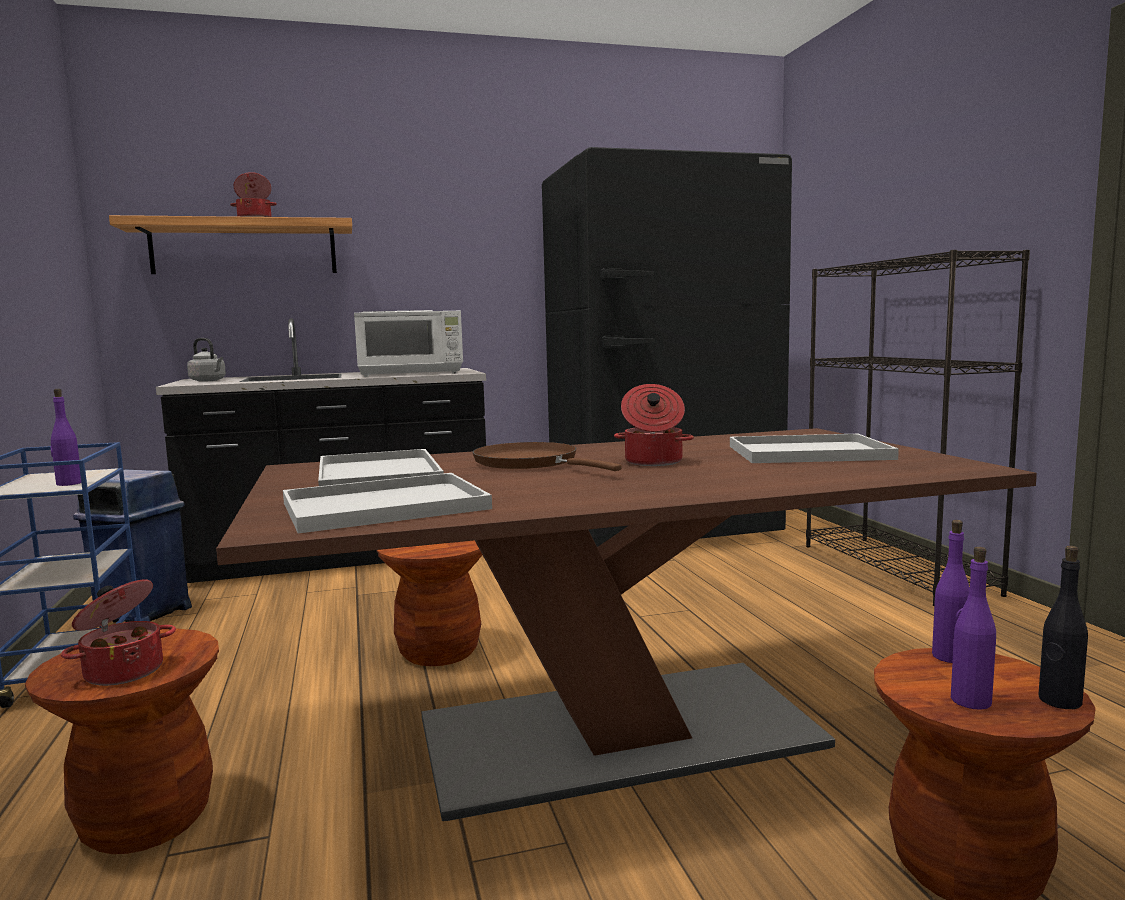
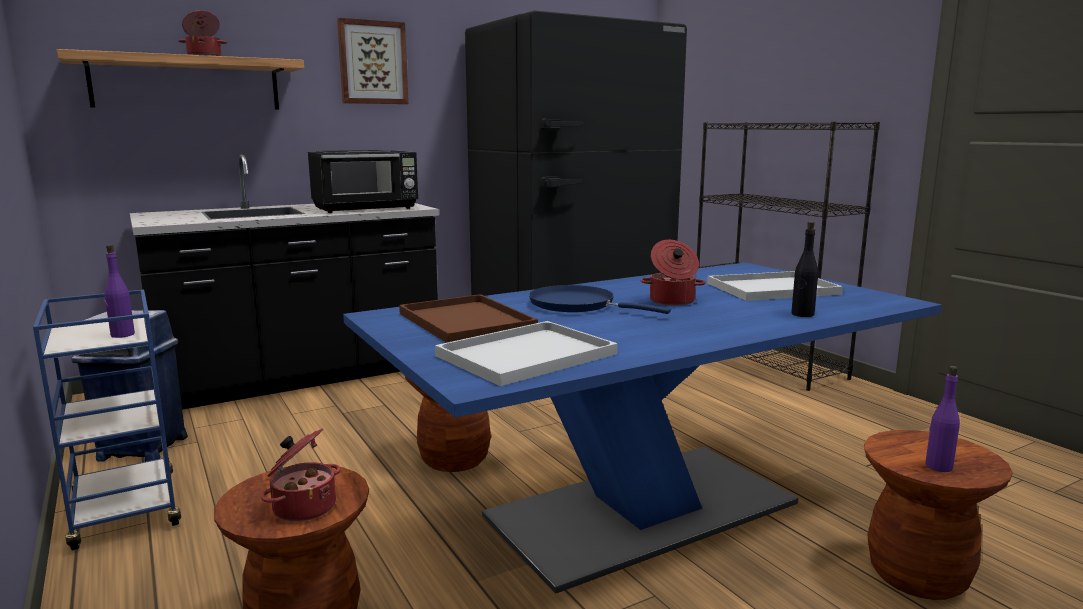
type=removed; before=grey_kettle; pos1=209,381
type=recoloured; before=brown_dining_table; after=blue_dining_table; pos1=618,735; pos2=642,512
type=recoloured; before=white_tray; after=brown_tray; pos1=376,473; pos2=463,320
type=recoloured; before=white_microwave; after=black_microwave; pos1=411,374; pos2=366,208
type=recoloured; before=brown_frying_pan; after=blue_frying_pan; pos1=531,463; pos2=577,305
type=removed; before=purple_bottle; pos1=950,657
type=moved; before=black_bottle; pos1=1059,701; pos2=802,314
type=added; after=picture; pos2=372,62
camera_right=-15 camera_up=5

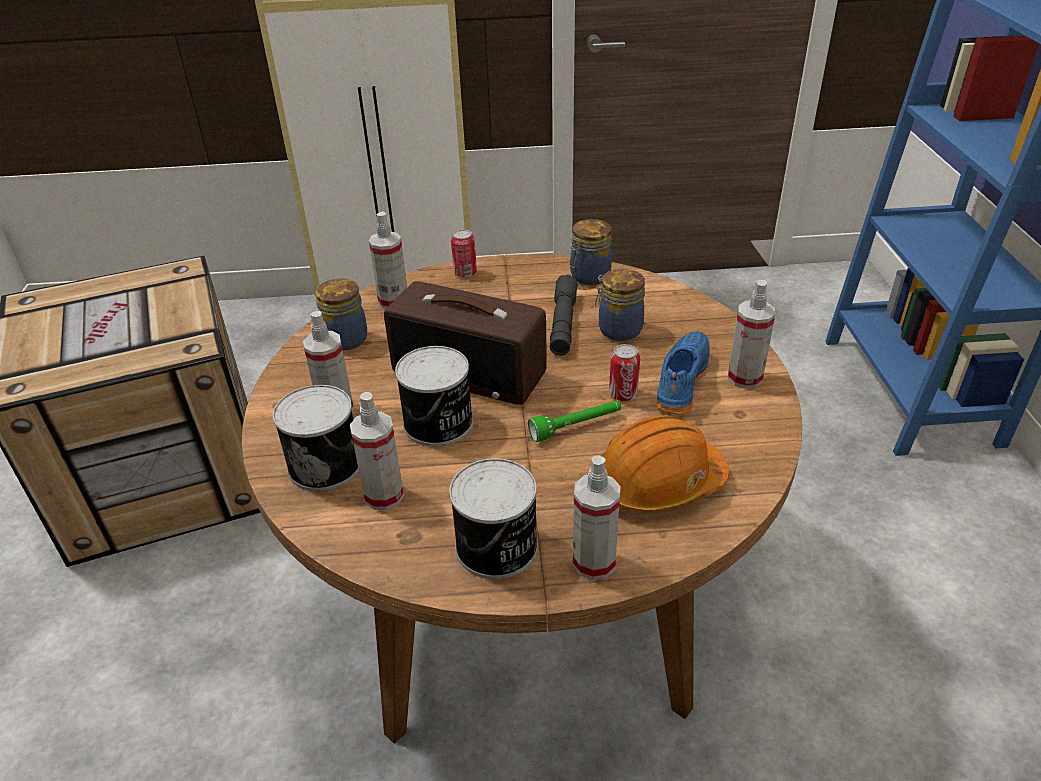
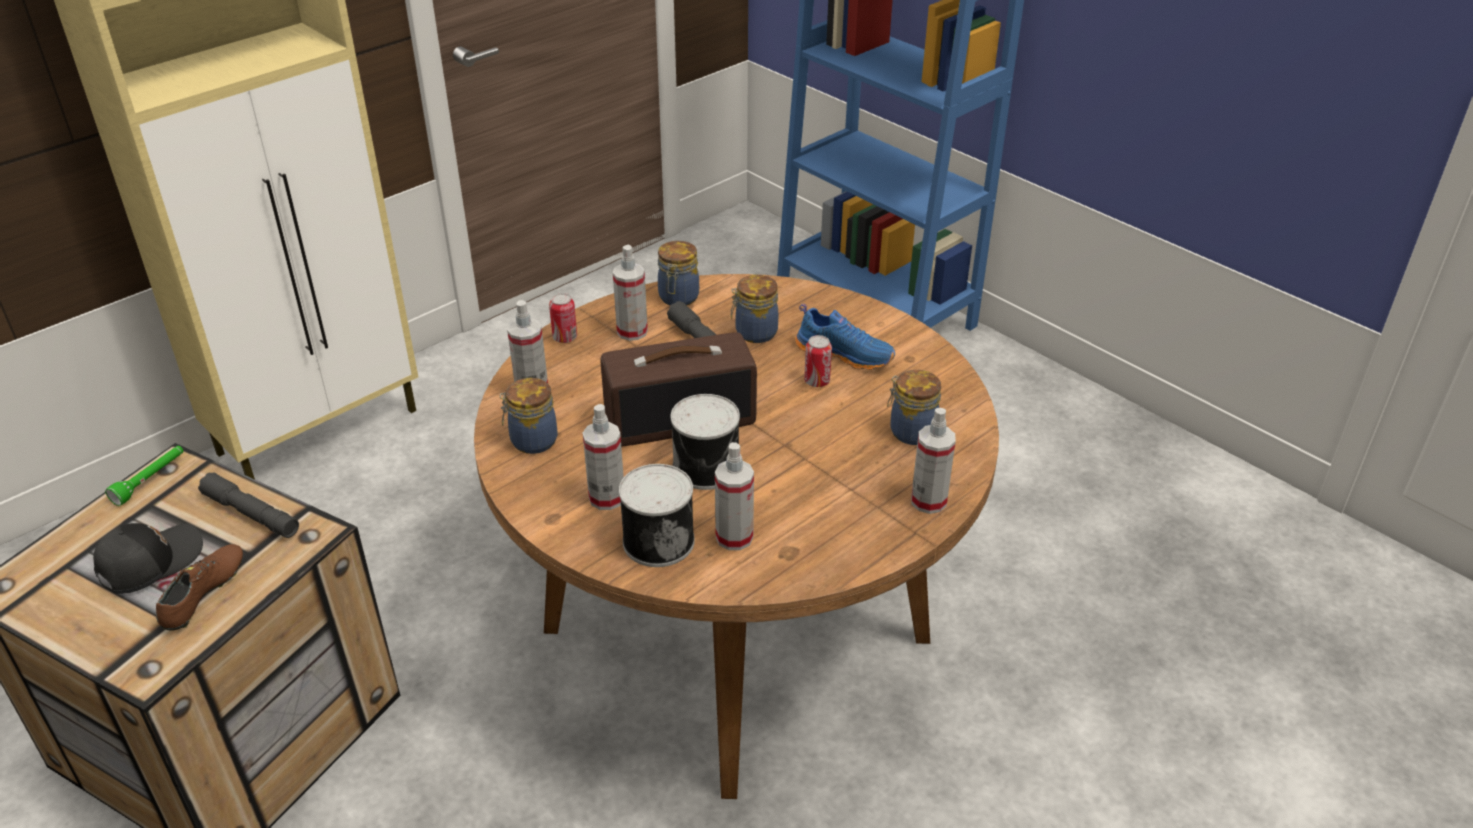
type=removed; before=can; pos1=498,548
type=moved; before=green_flashlight; pos1=576,426; pos2=150,480
type=replaced; before=orange_hard_hat; after=jar; pos1=658,483; pos2=910,431
type=turned; before=blue_shoe; pos1=680,382; pos2=845,354; turn=135
type=moved; before=spray_bottle; pos1=744,377; pos2=632,331
type=added; after=black_cap; pos2=149,562
type=added; after=brown_shoe; pos2=204,595
type=added; after=grey_flashlight; pos2=251,514
camera_right=-40 camera_up=0

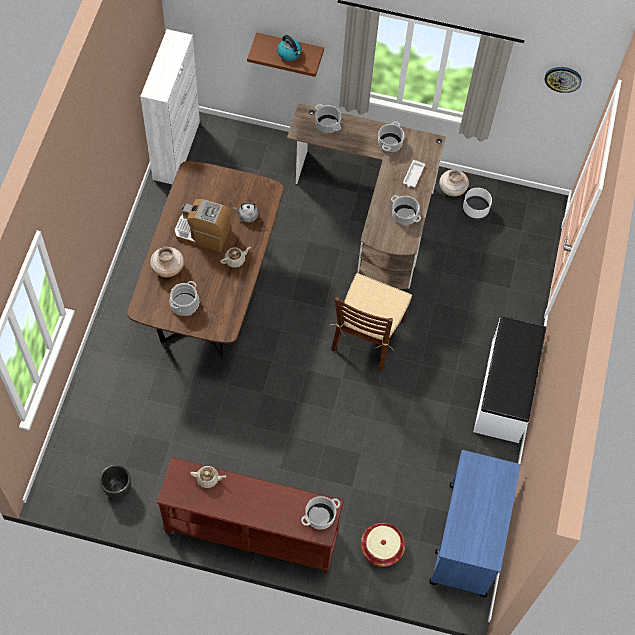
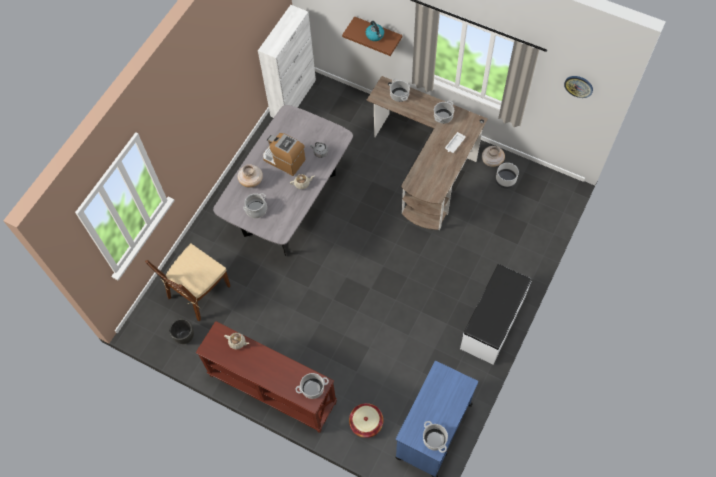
type=recoloured; before=brown_dining_table; after=grey_dining_table; pos1=211,291; pos2=291,205
type=moved; before=brown_chair; pos1=368,335; pos2=198,292
type=moved; before=cooking_pot; pos1=405,215; pos2=435,439
camera_right=20 camera_up=0

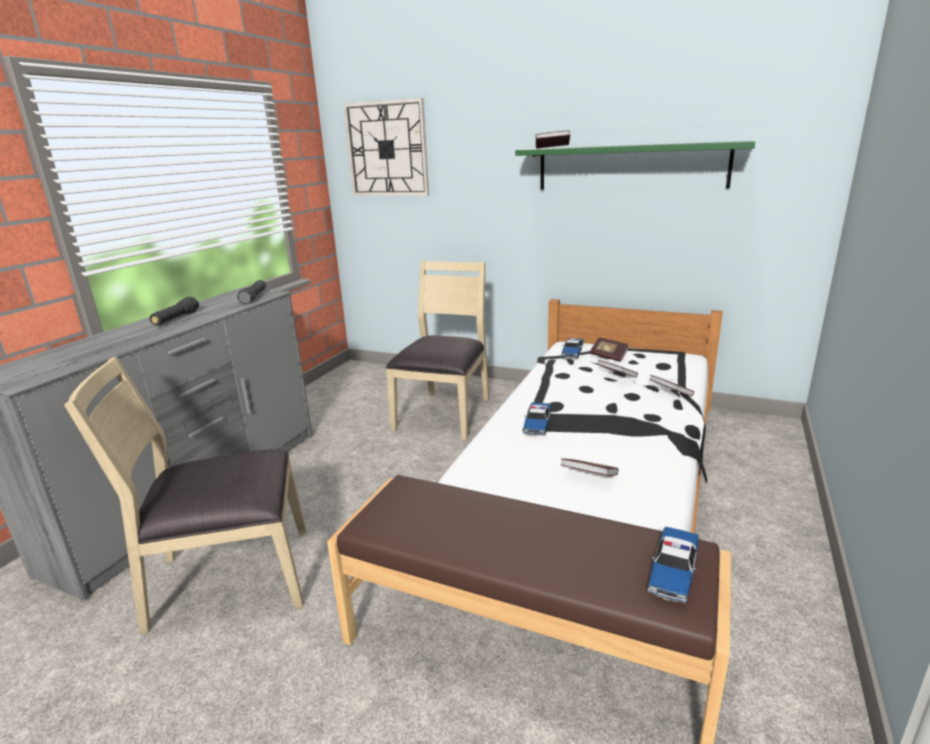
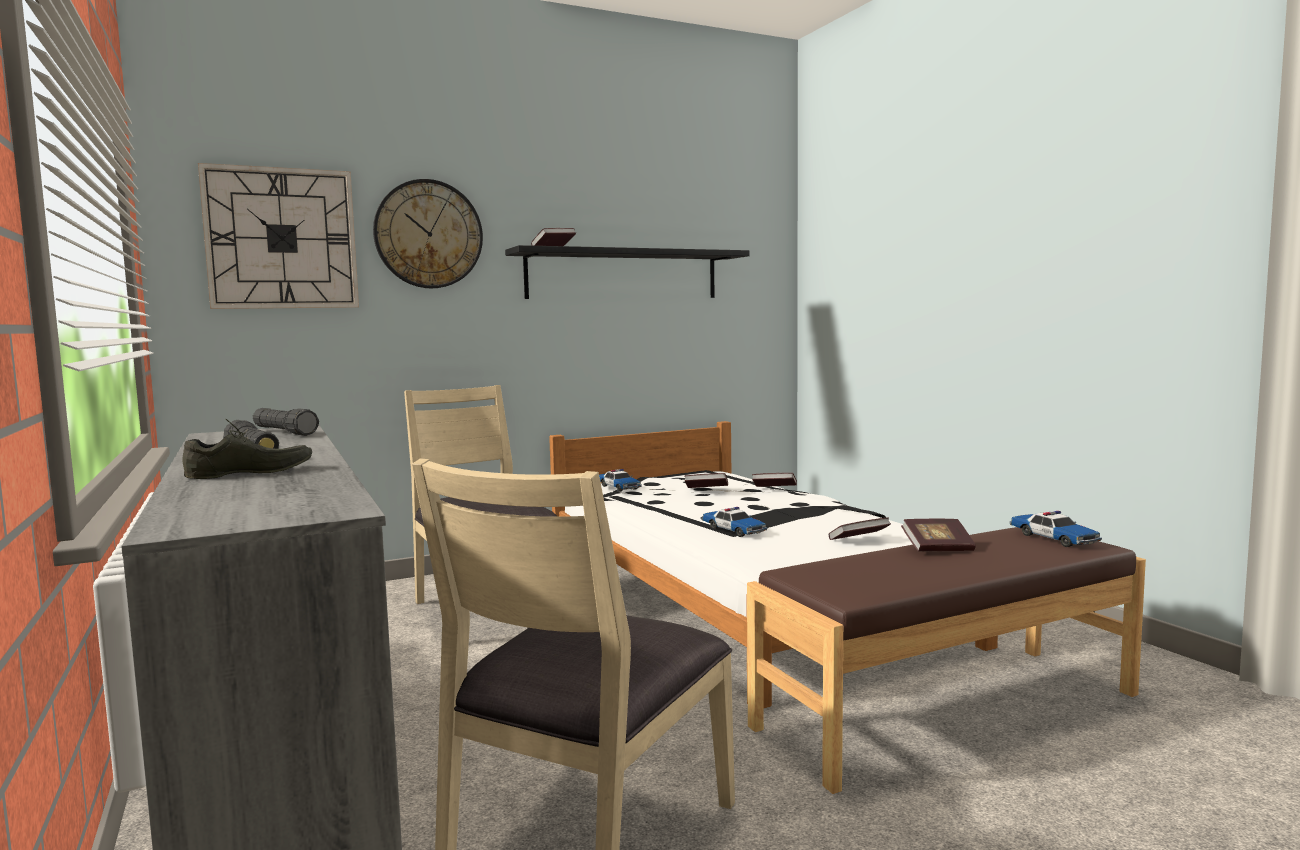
type=recoloured; before=green_shelf; after=black_shelf; pos1=630,167; pos2=623,275
type=moved; before=book; pos1=608,356; pos2=937,549
type=added; after=grey_shoe; pos2=250,473
type=added; after=wall_clock; pos2=428,234
camera_right=-50 camera_up=-15

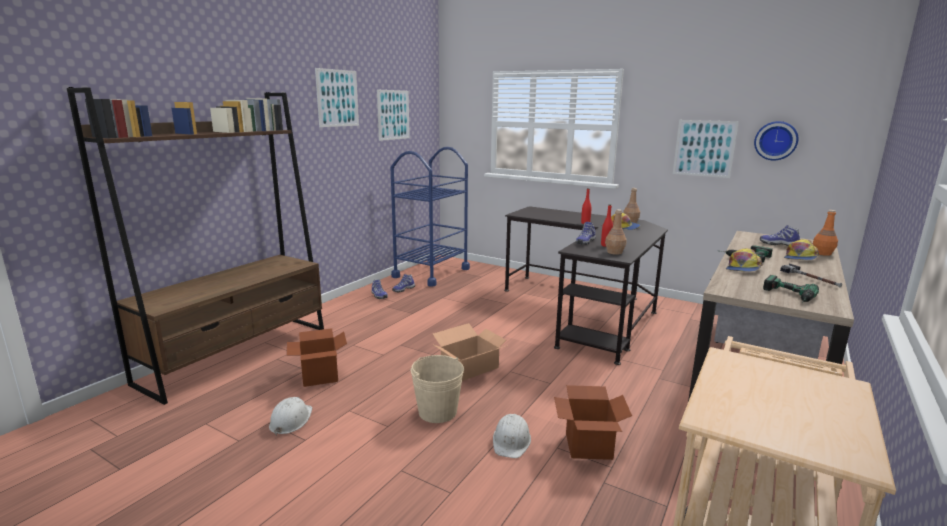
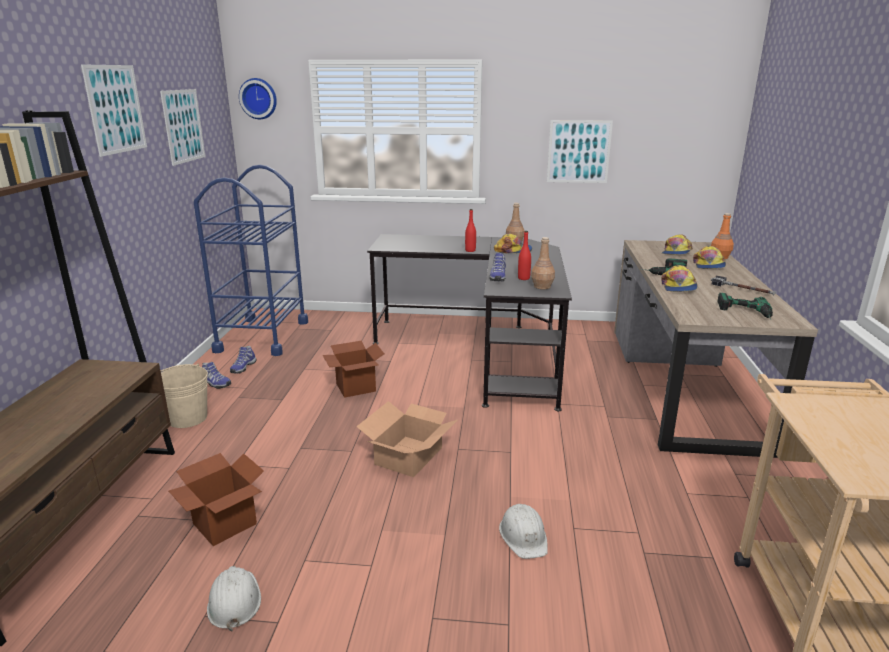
type=moved; before=beige_bucket; pos1=437,412; pos2=187,418
type=moved; before=cardboard_box; pos1=588,446; pos2=356,387
type=moved; before=wall_clock; pos1=776,140; pos2=259,98
type=replaced; before=shoe; after=cap; pos1=779,244; pos2=676,252
camera_right=-25 camera_up=5

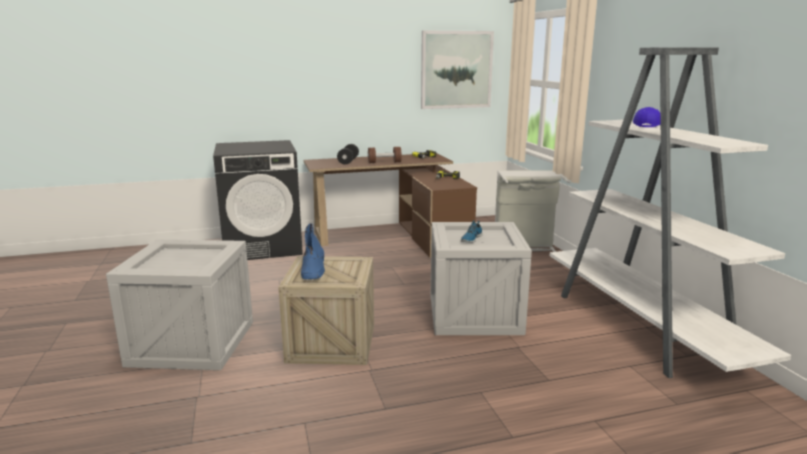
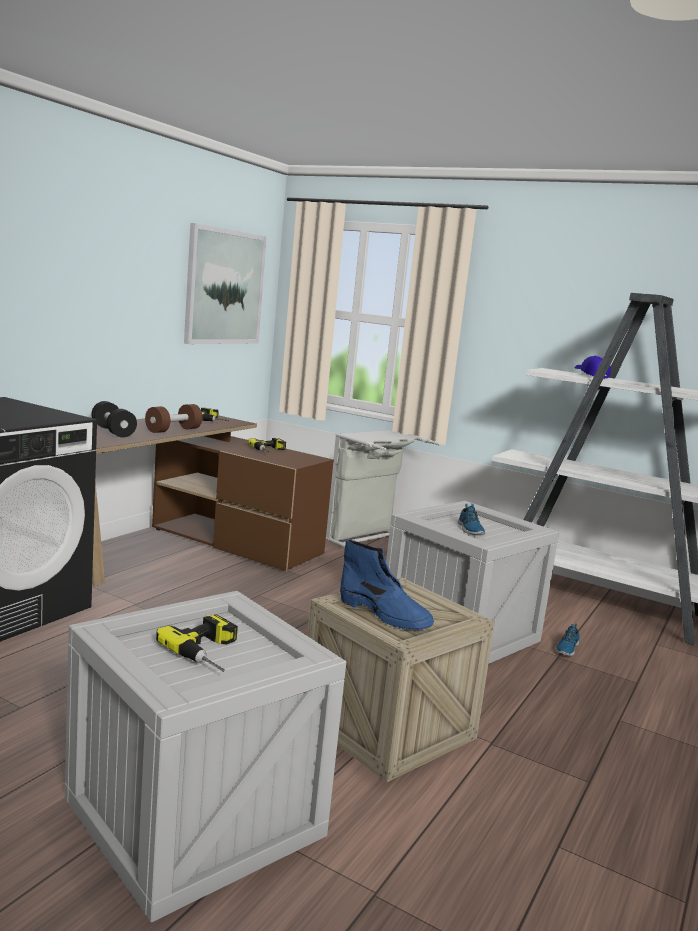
type=added; after=power_drill; pos2=211,652
type=added; after=shoe; pos2=566,648
camera_right=-45 camera_up=-5

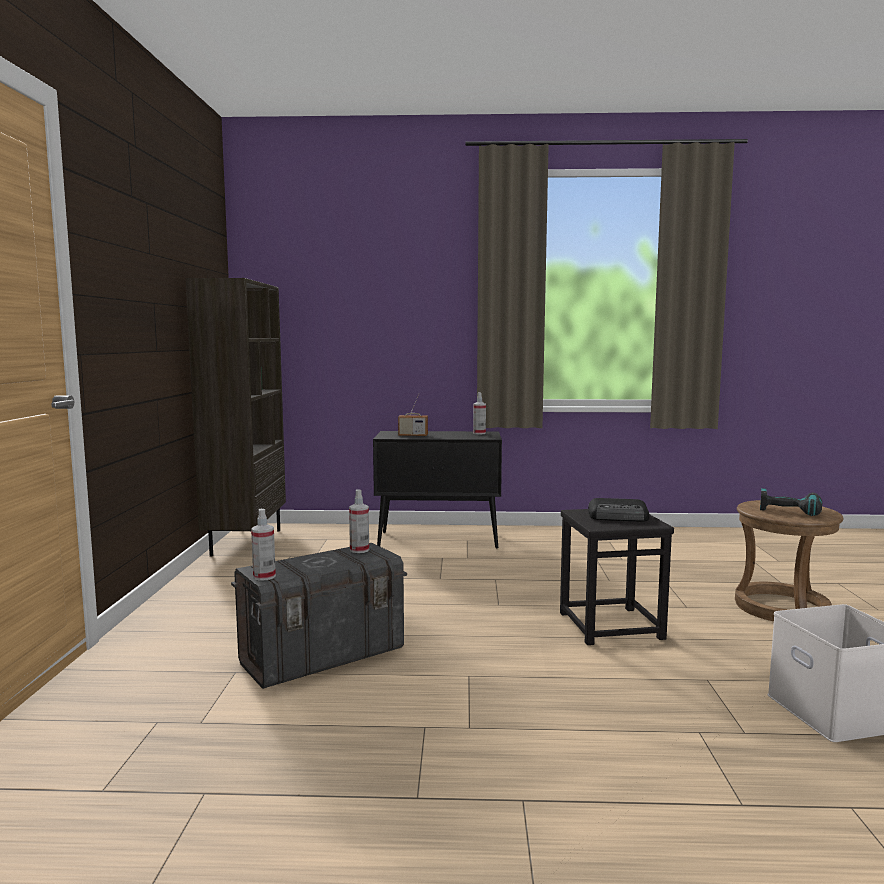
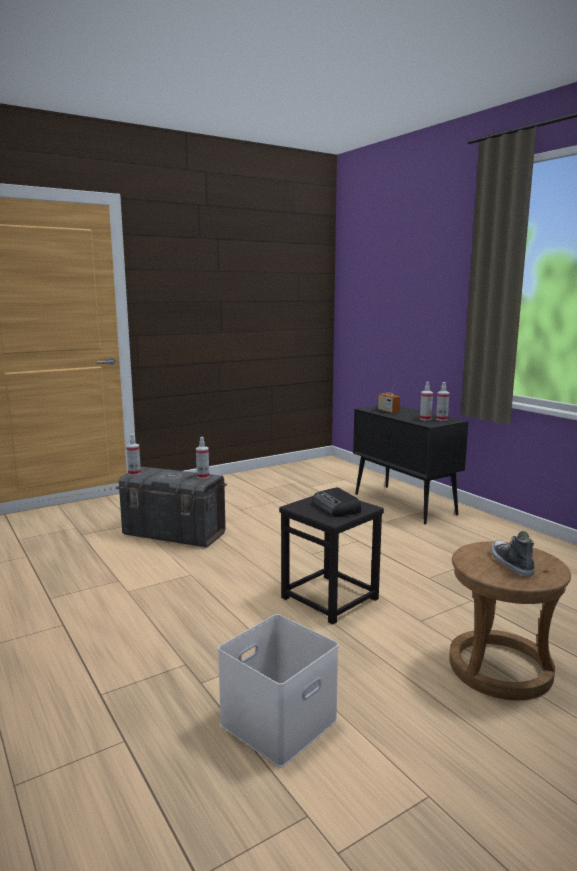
type=removed; before=brown_bookcase; pos1=246,542
type=replaced; before=power_drill; after=shoe; pos1=790,510; pos2=510,563
type=added; after=spray_bottle; pos2=425,419
camera_right=55 camera_up=5

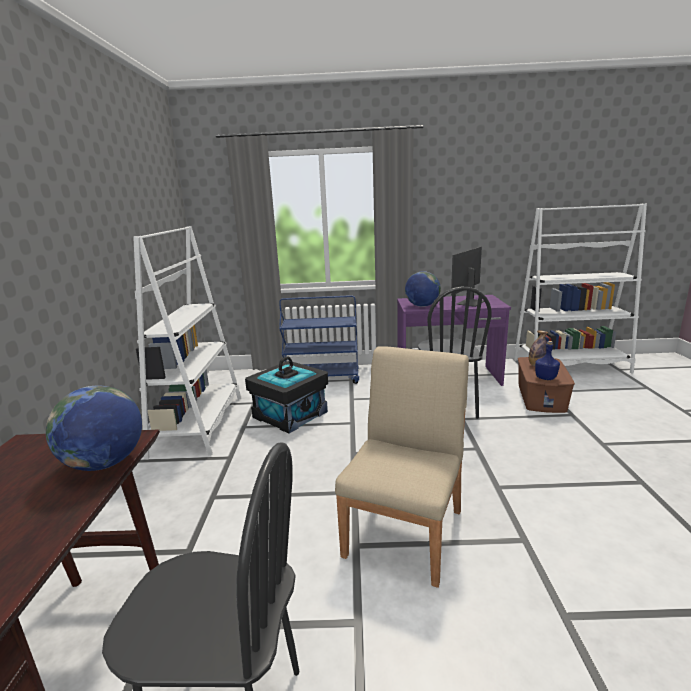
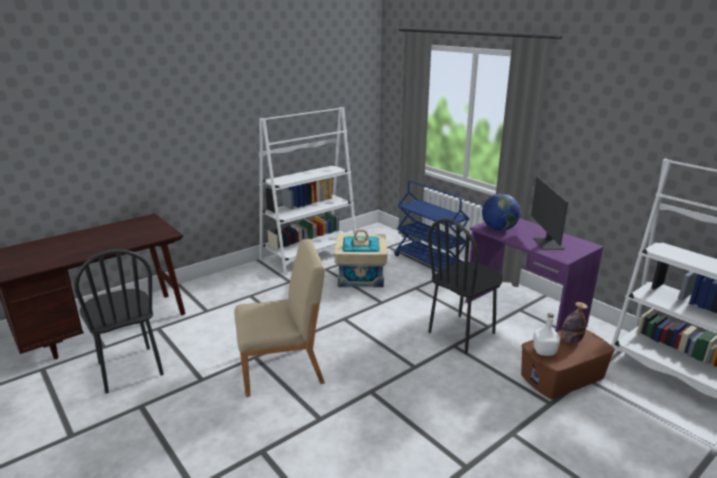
type=removed; before=globe; pos1=105,463
type=recoloured; before=black_storage_box; after=beige_storage_box; pos1=290,414; pos2=361,276
type=turned; before=monitor; pos1=469,303; pos2=547,244; turn=-90
type=recoloured; before=blue_bottle; after=white_bottle; pos1=546,378; pos2=544,352
camera_right=50 camera_up=5

